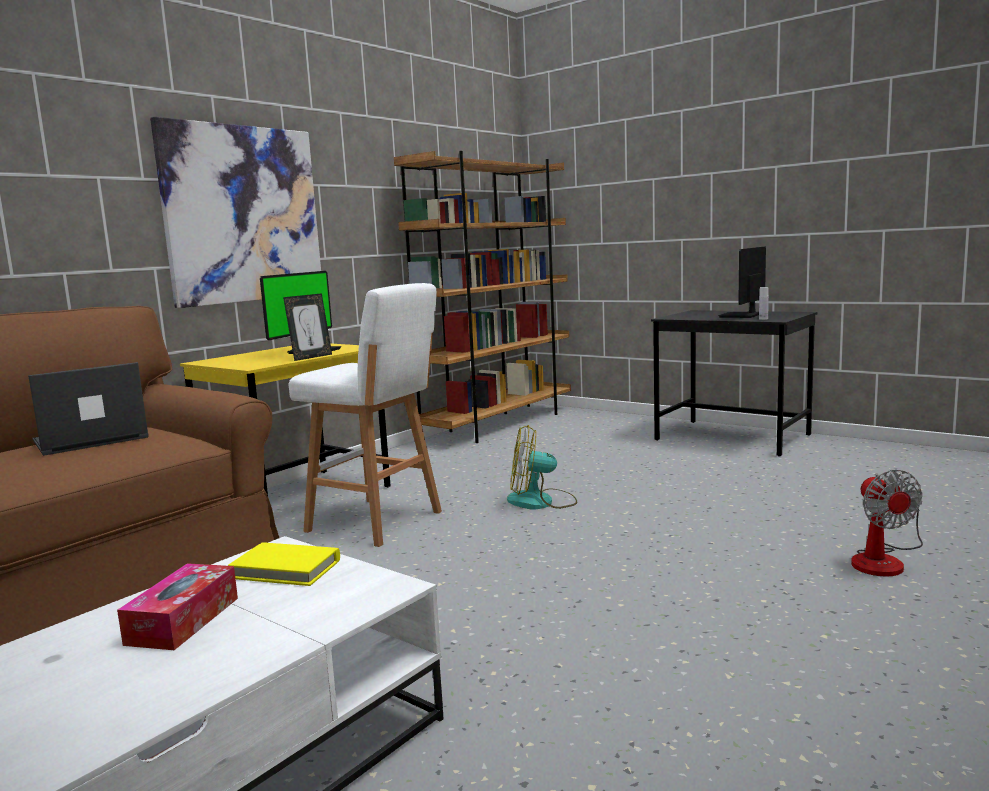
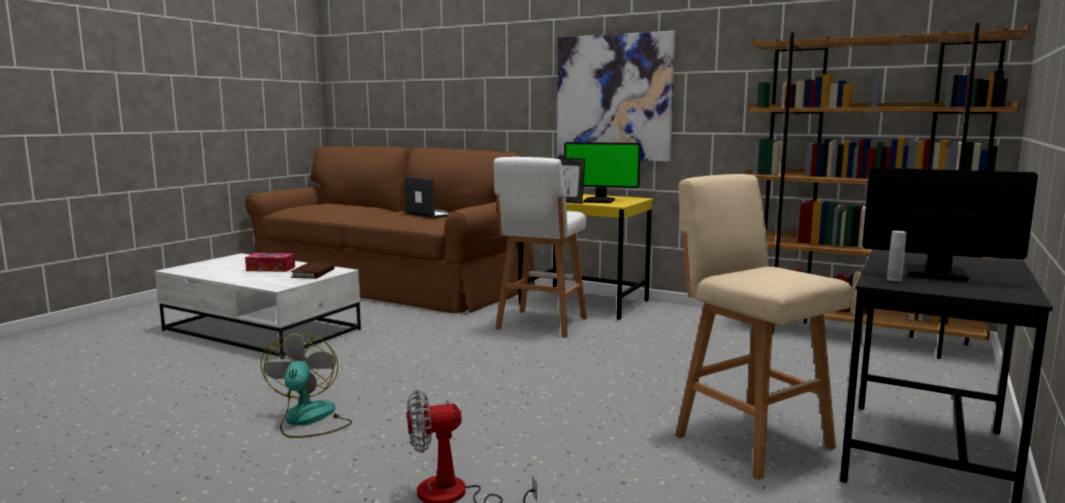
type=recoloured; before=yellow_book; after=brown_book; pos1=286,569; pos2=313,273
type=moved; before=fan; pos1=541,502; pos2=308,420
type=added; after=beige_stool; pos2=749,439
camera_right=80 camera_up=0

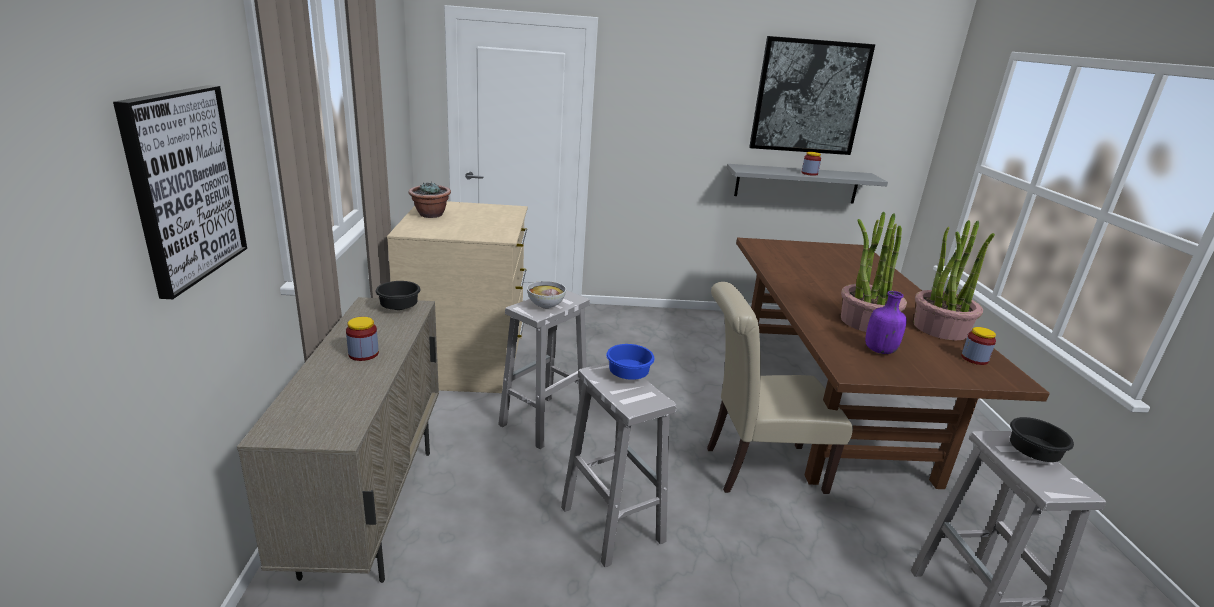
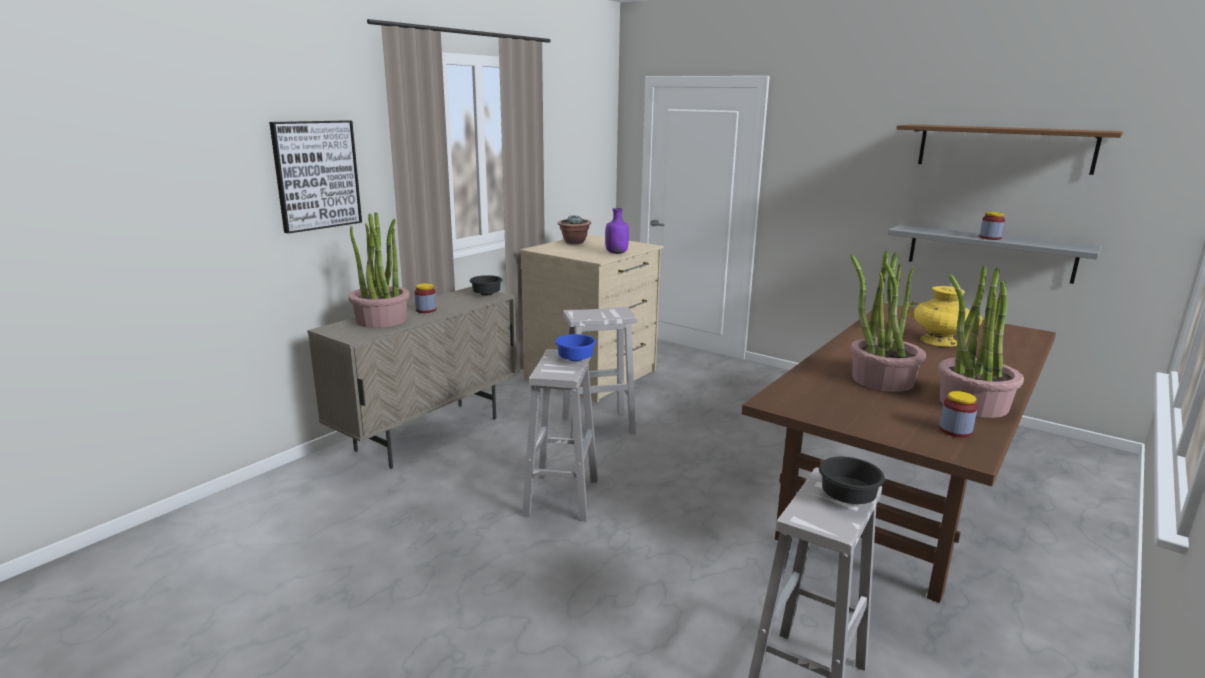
type=removed; before=bowl; pos1=545,306
type=removed; before=beige_chair; pos1=756,468
type=replaced; before=picture; after=brown_shelf; pos1=809,97; pos2=1004,148
type=moved; before=purple_bottle; pos1=879,350; pos2=616,253
type=added; after=potted_plant; pos2=381,320
type=added; after=yellow_vase; pos2=938,341
camera_right=40 camera_up=-5

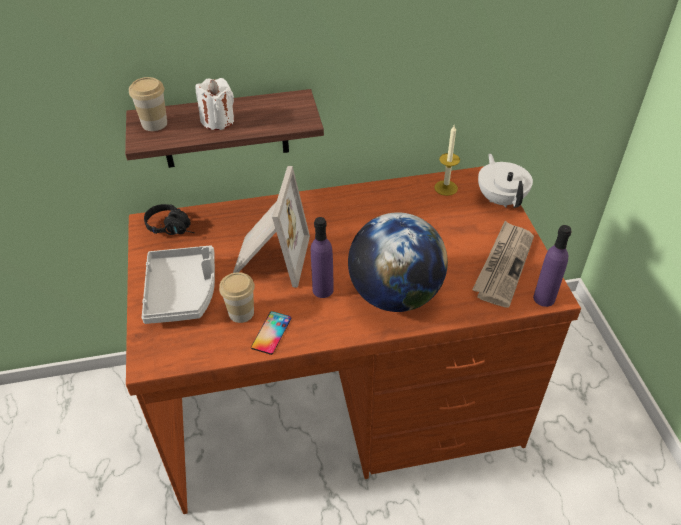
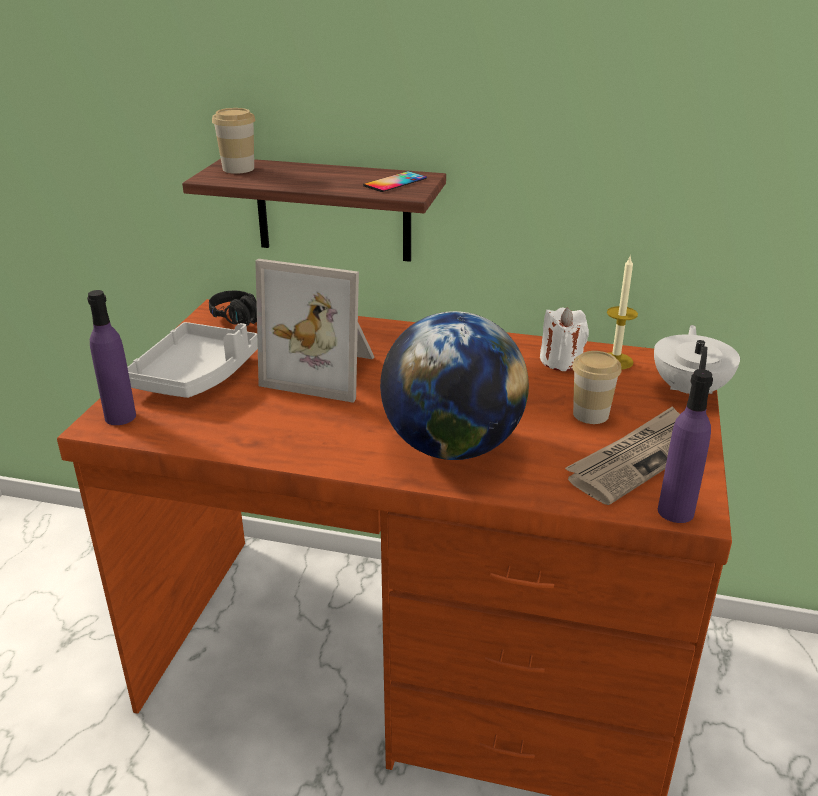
type=moved; before=white_candle; pos1=218,121; pos2=561,361
type=moved; before=cup; pos1=241,313; pos2=590,414
type=turned; before=picture_frame; pos1=269,257; pos2=324,371; turn=75
type=moved; before=phone; pos1=271,333; pos2=395,182
type=moved; before=purple_bottle; pos1=323,290; pos2=120,417
camera_right=25 camera_up=-15

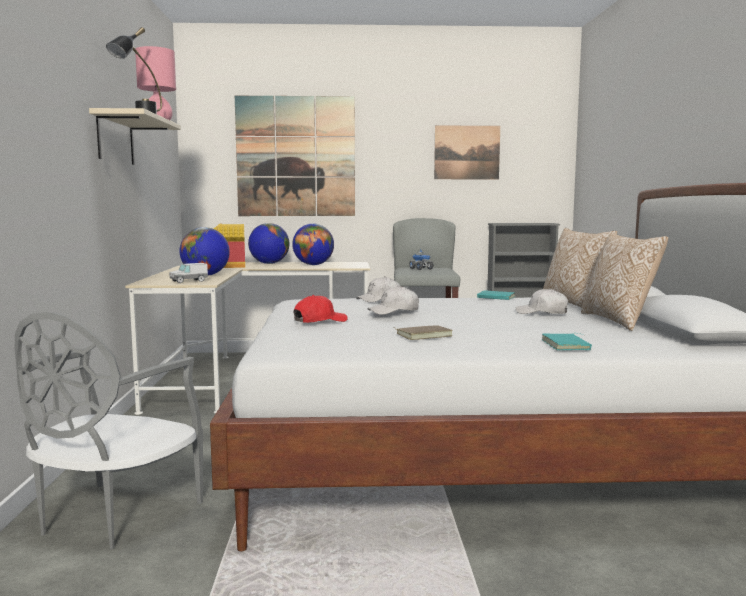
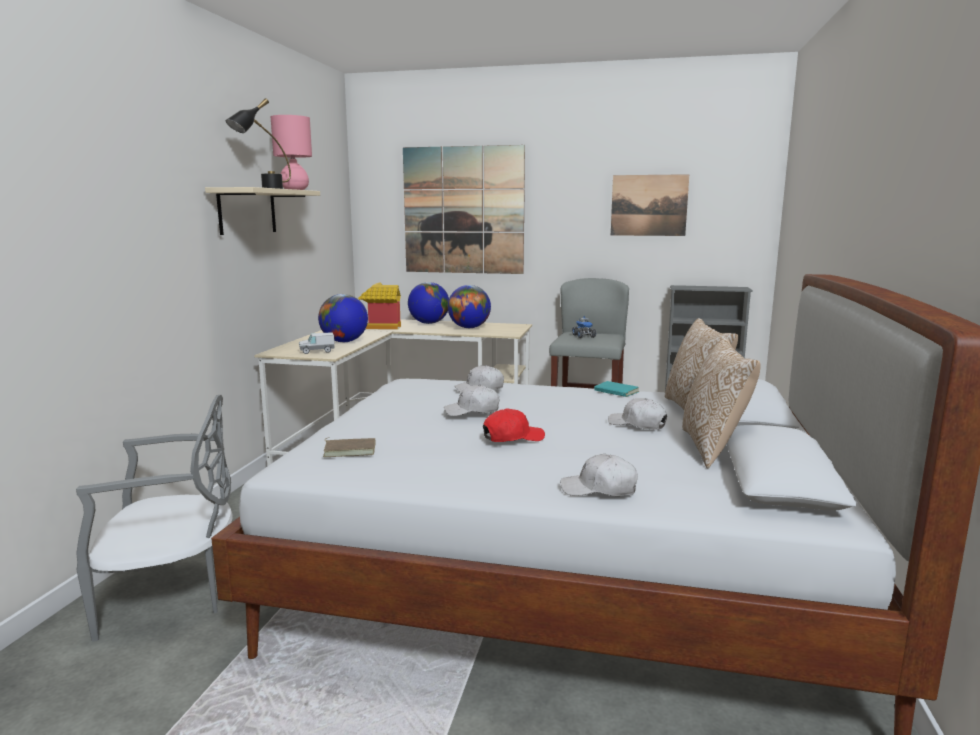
type=turned; before=grey_chair; pos1=113,516; pos2=173,596; turn=-135
type=moved; before=red_cap; pos1=319,321; pos2=512,437
type=moved; before=brown_book; pos1=423,335; pos2=350,450
type=replaced; before=turquoise_book; after=white_cap; pos1=567,345; pos2=599,489
camera_right=15 camera_up=5

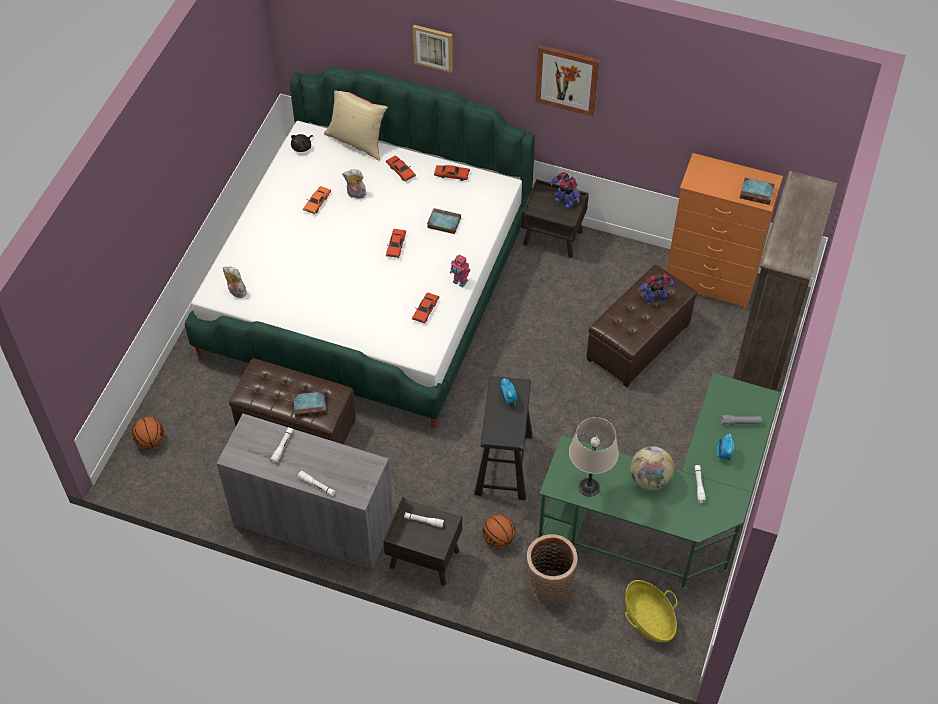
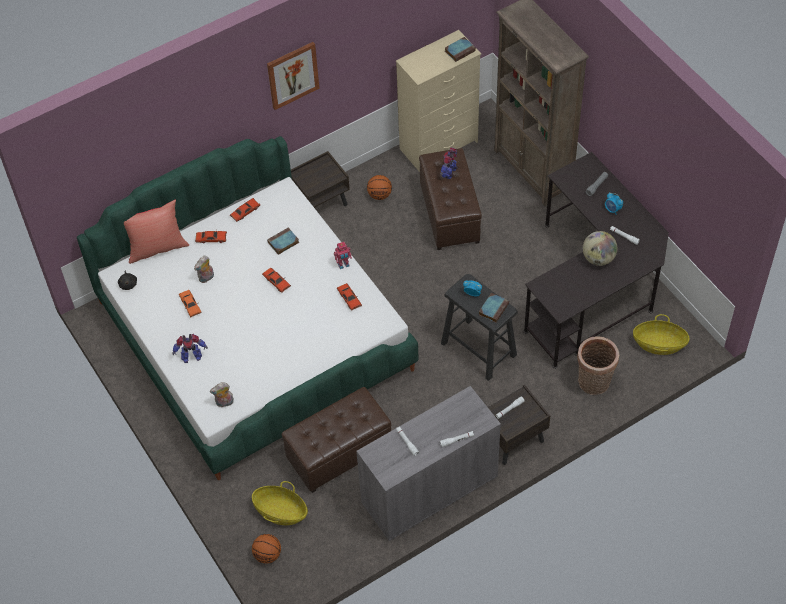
type=moved; before=book; pos1=310,405; pos2=493,308
type=recoloured; before=beige_pillow; after=red_pillow; pos1=357,141; pos2=157,248
type=removed; before=picture; pos1=433,47
type=moved; before=basketball; pos1=498,538; pos2=379,195
type=recoloured; before=green_desk; after=black_desk; pos1=666,516; pos2=594,286
type=moved; before=toy_robot; pos1=564,201; pos2=191,357
type=removed; before=beige_table_lamp; pos1=588,487
type=recoloured; before=orange_dresser; after=beige_dresser; pos1=710,283; pos2=439,145
type=added; after=basket; pos2=281,512
camera_right=-50 camera_up=0

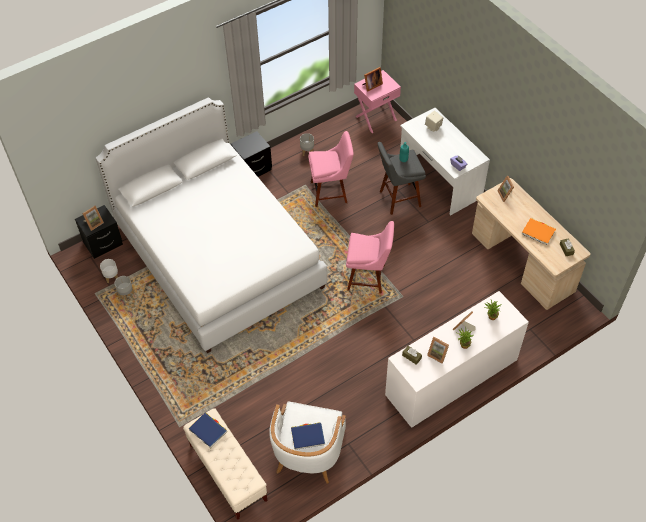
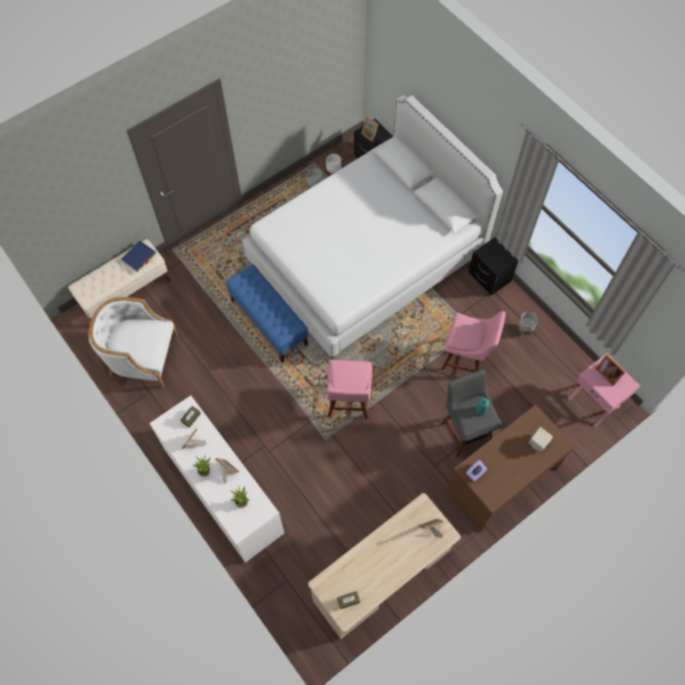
type=removed; before=blue_book; pos1=308,437
type=turned; before=pink_chair; pos1=331,192; pos2=466,358; turn=-60
type=recoloured; before=white_desk; after=brown_desk; pos1=439,180; pos2=502,479
type=removed; before=orange_book; pos1=538,232
type=added; after=blue_bench; pos2=269,323
camera_right=85 camera_up=10

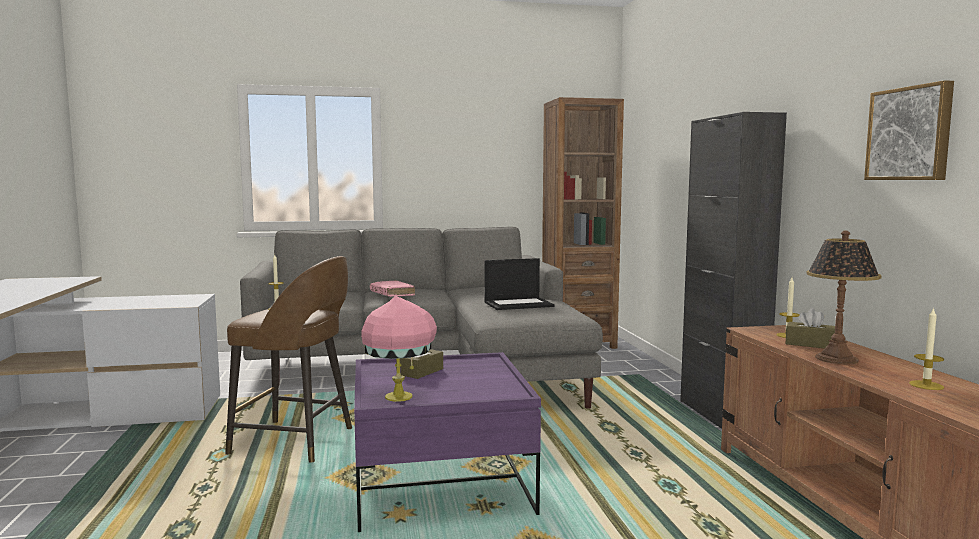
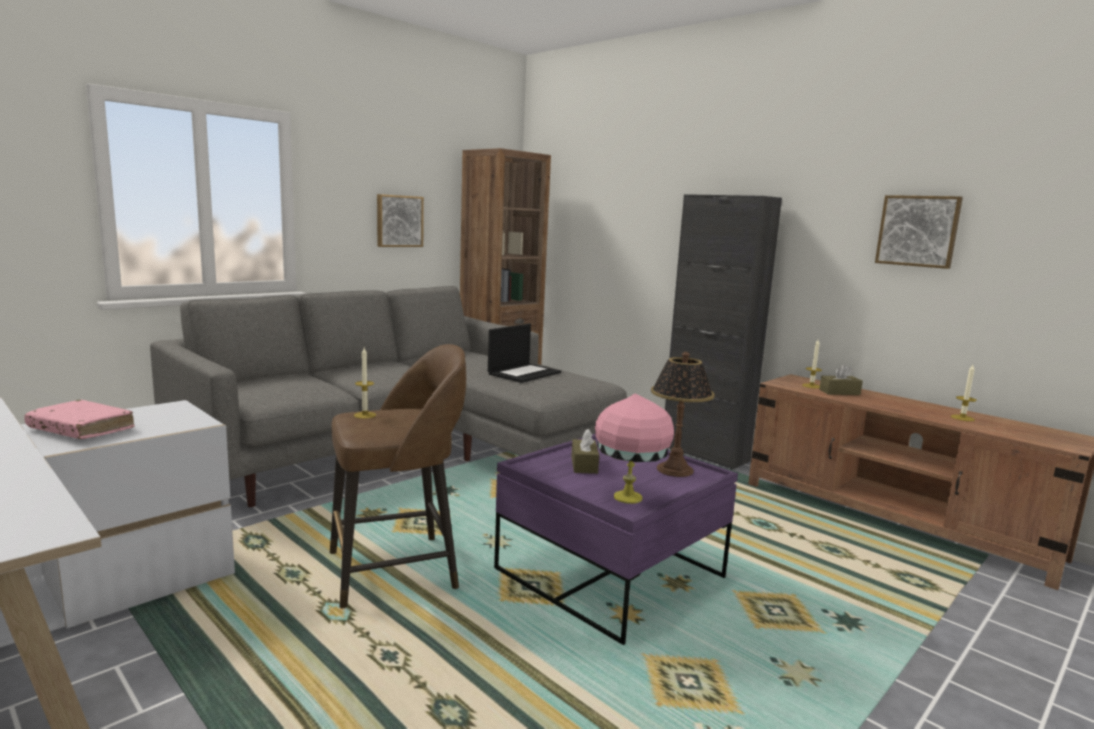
type=moved; before=pink_book; pos1=392,294; pos2=81,429
type=moved; before=table_lamp; pos1=836,359; pos2=674,469
type=added; after=picture; pos2=399,221
camera_right=-35 camera_up=5

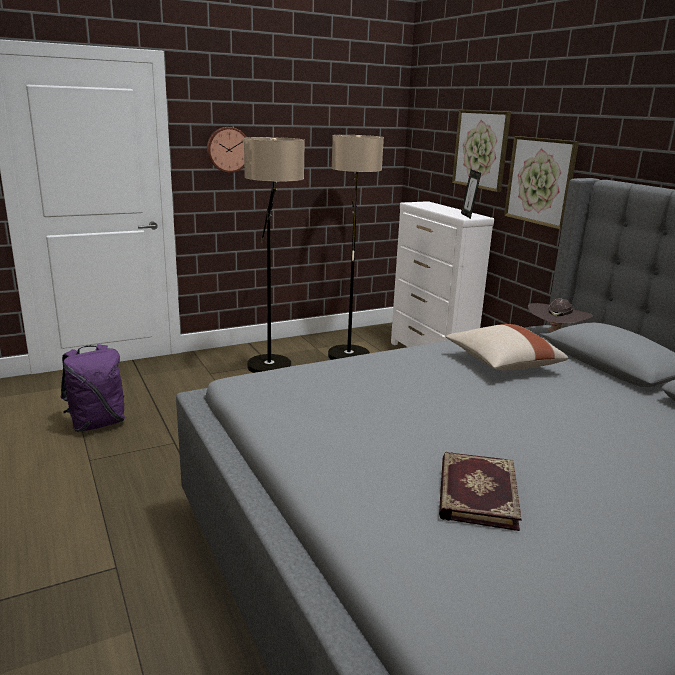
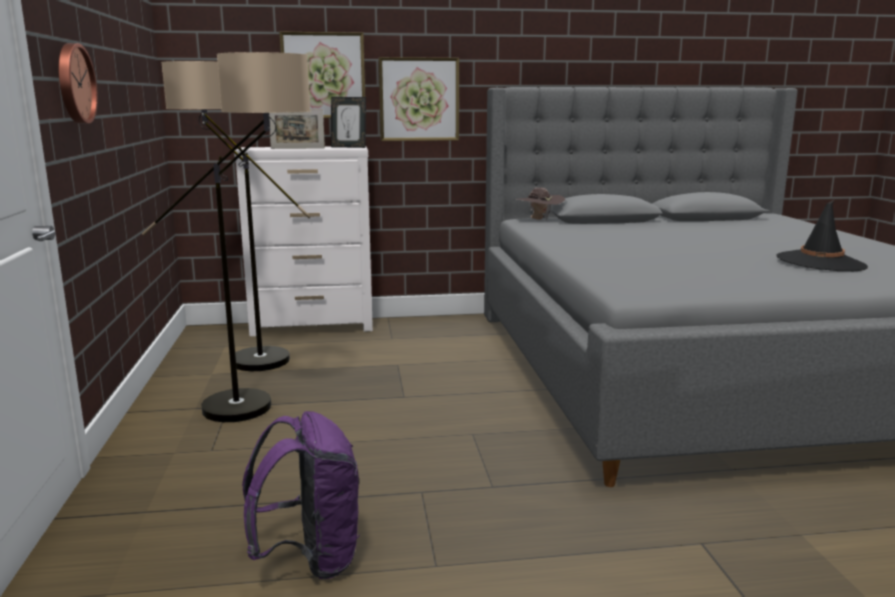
type=replaced; before=book; after=black_hat; pos1=475,493; pos2=821,262
type=removed; before=beige_pillow; pos1=502,363
type=added; after=picture_frame; pos2=297,148
camera_right=-70 camera_up=-5

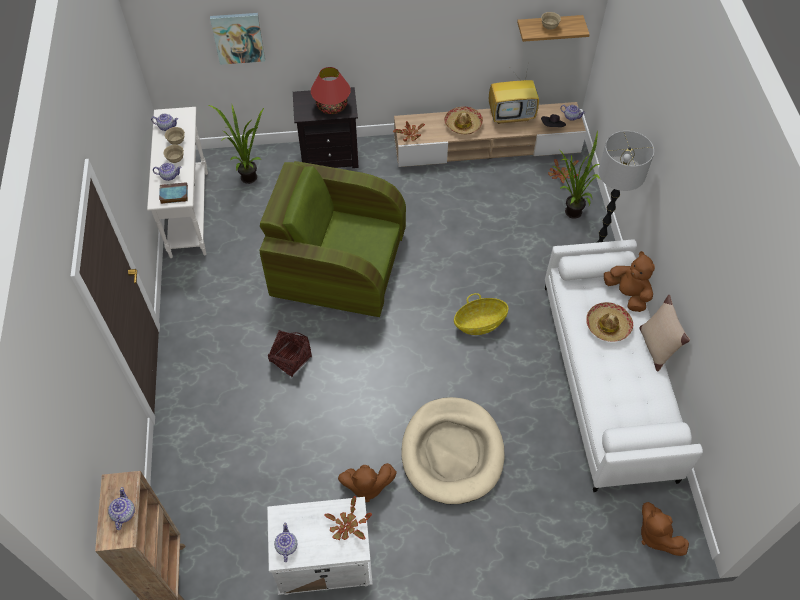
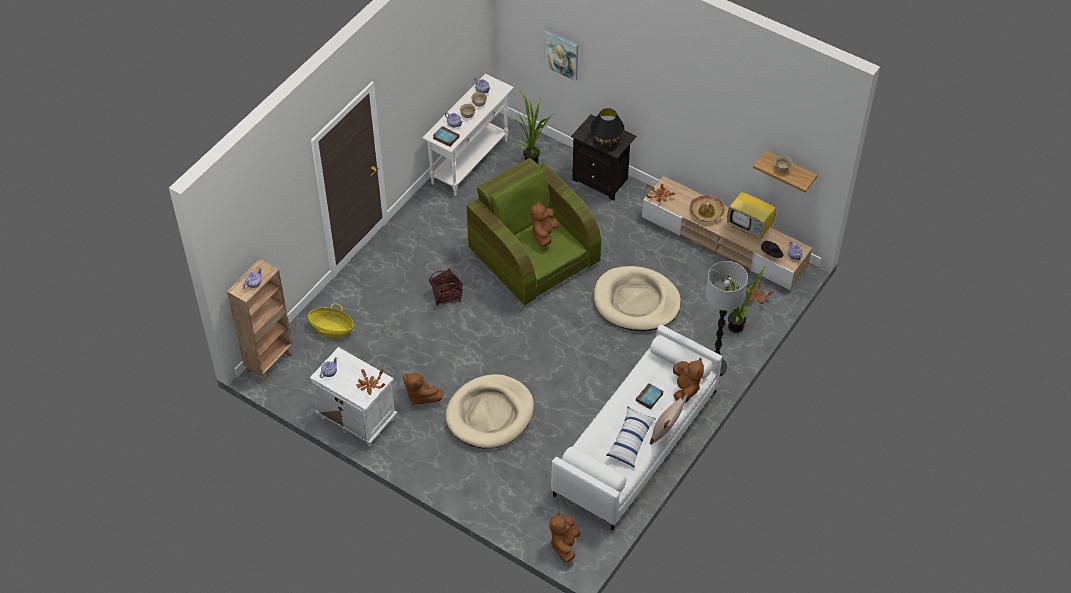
type=recoloured; before=red_table_lamp; after=black_table_lamp; pos1=332,106; pos2=606,140
type=moved; before=basket; pos1=480,323; pos2=332,329
type=replaced; before=hat; after=book; pos1=607,325; pos2=649,398
type=added; after=brown_plush_toy; pos2=544,234
type=added; after=beige_dog_bed; pos2=636,302
type=added; after=pillow; pos2=630,441
camera_right=40 camera_up=-5

